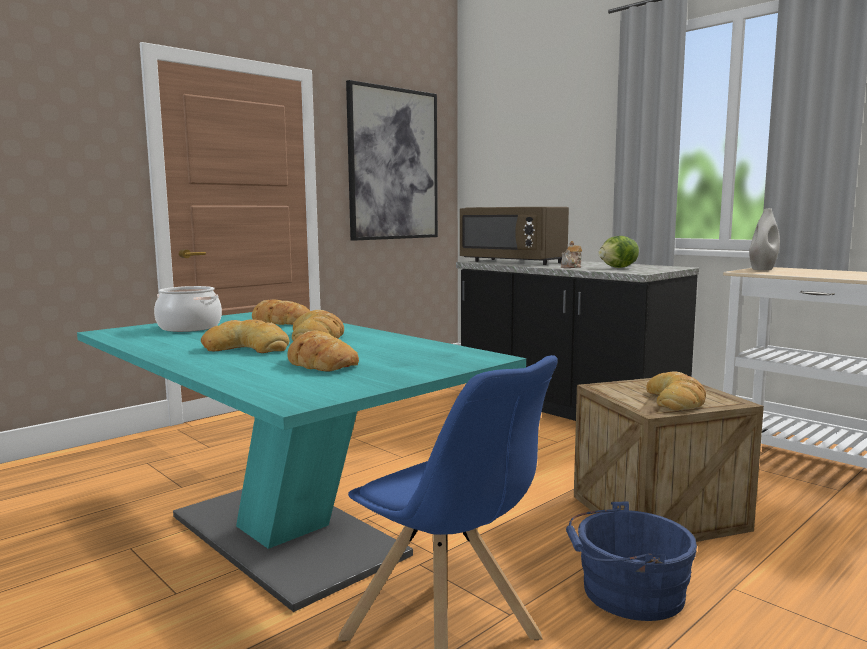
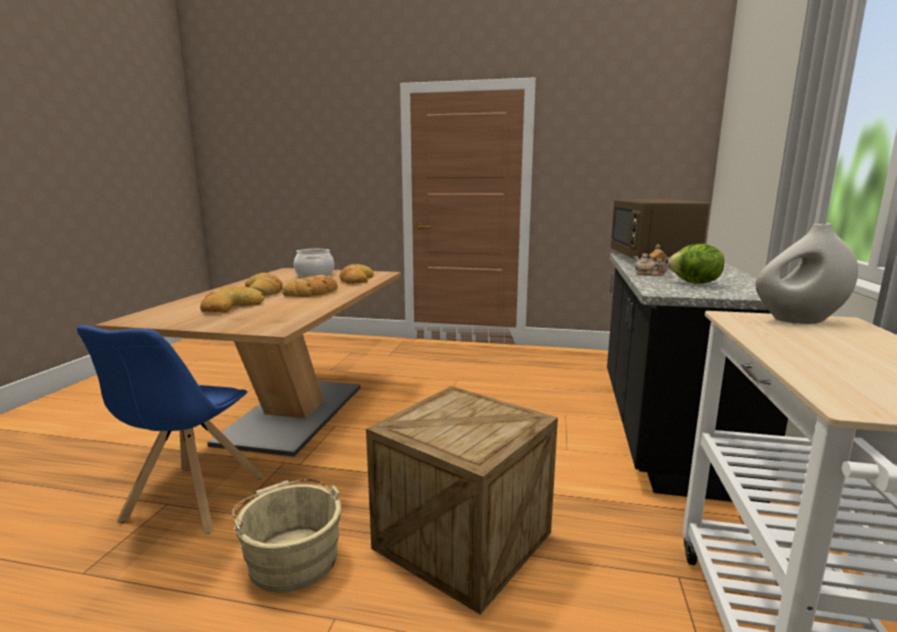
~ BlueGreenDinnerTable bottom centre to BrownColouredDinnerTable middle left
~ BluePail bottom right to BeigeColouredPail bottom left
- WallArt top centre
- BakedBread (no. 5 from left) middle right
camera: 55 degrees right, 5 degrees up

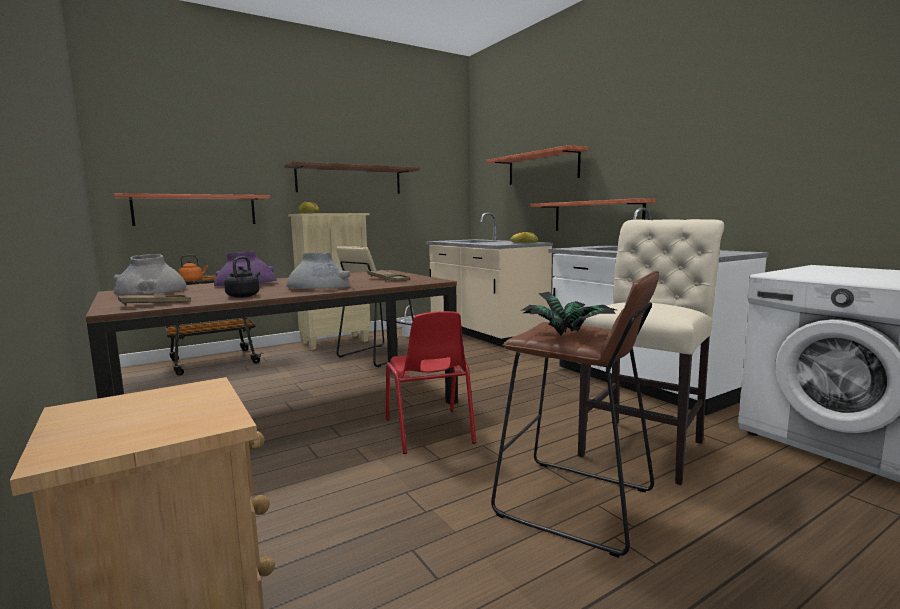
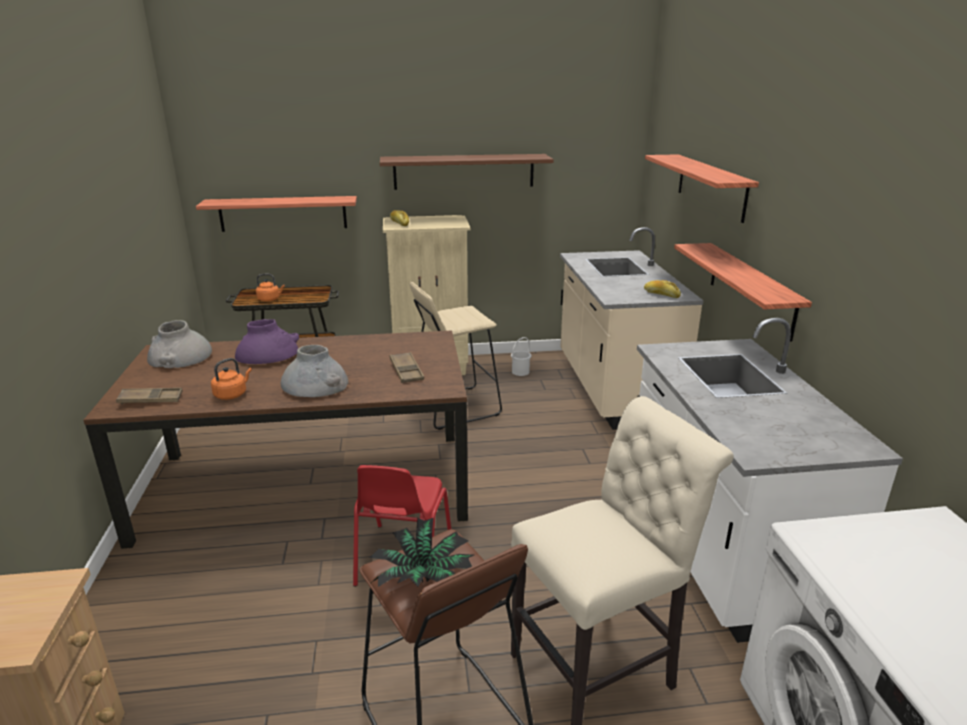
~ BlackColouredWaterKettle middle left to OrangeyWaterKettle (no. 1 from left) middle left
camera: 25 degrees right, 15 degrees up

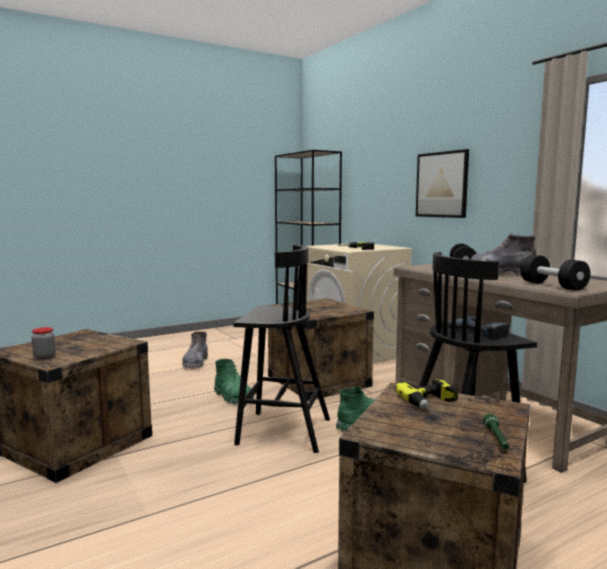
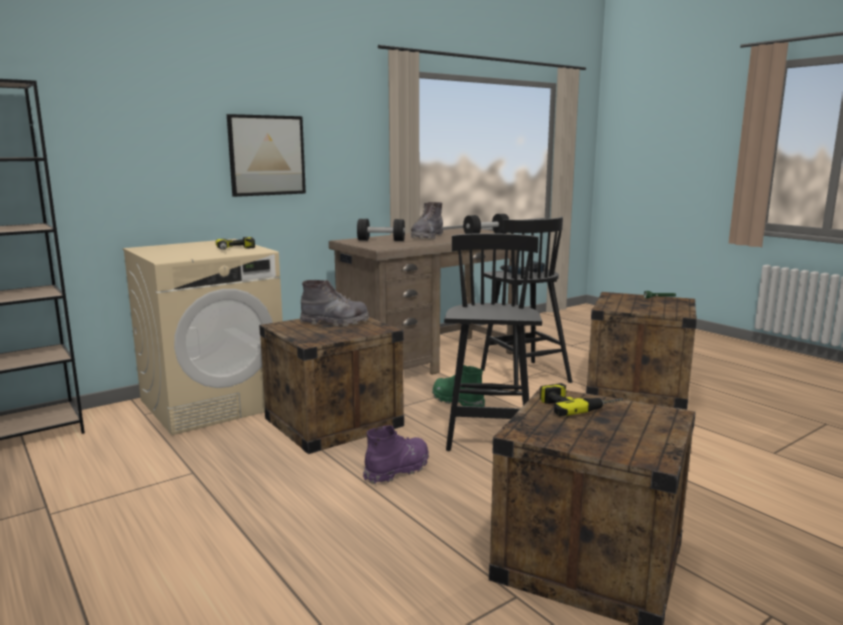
~ GreyTallBoot (no. 1 from left) middle left to centre
~ GreenTallBoot (no. 1 from left) bottom centre to PurplishTallBoot bottom centre
~ PowerDrill (no. 2 from left in the first image) bottom right to PowerDrill (no. 3 from left) middle right
- PreserveJar middle left
camera: 95 degrees left, 5 degrees up

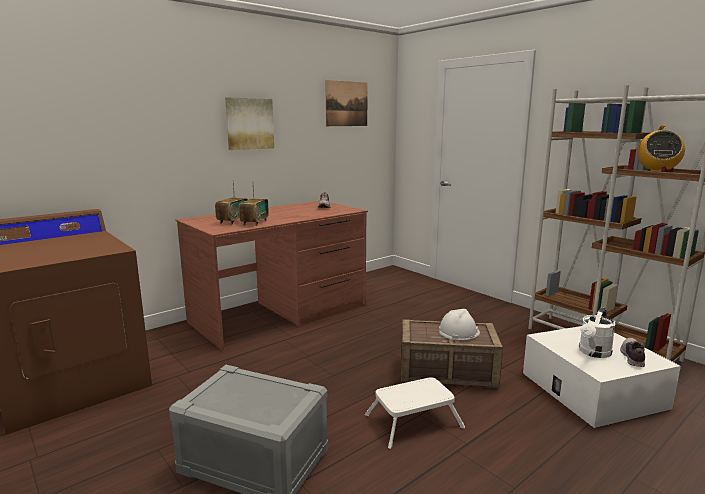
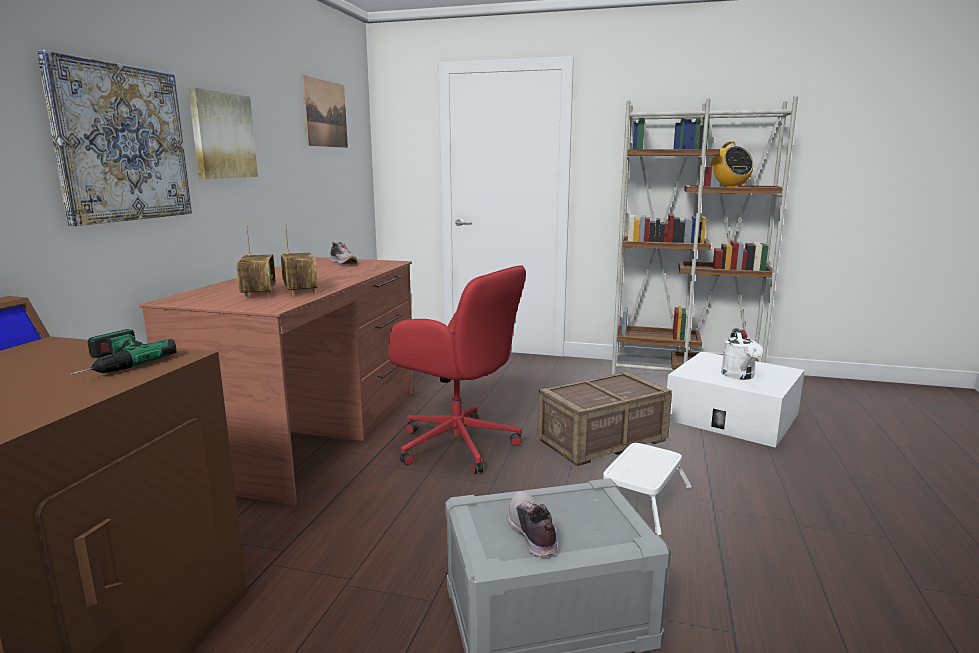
+ WallArt (no. 1 from left) top left
+ PowerDrill middle left
+ RedColouredDeskChair centre
~ LowShoe (no. 2 from left) bottom right to bottom centre
- WhiteColouredSafetyHelmet centre
camera: 35 degrees left, 0 degrees up

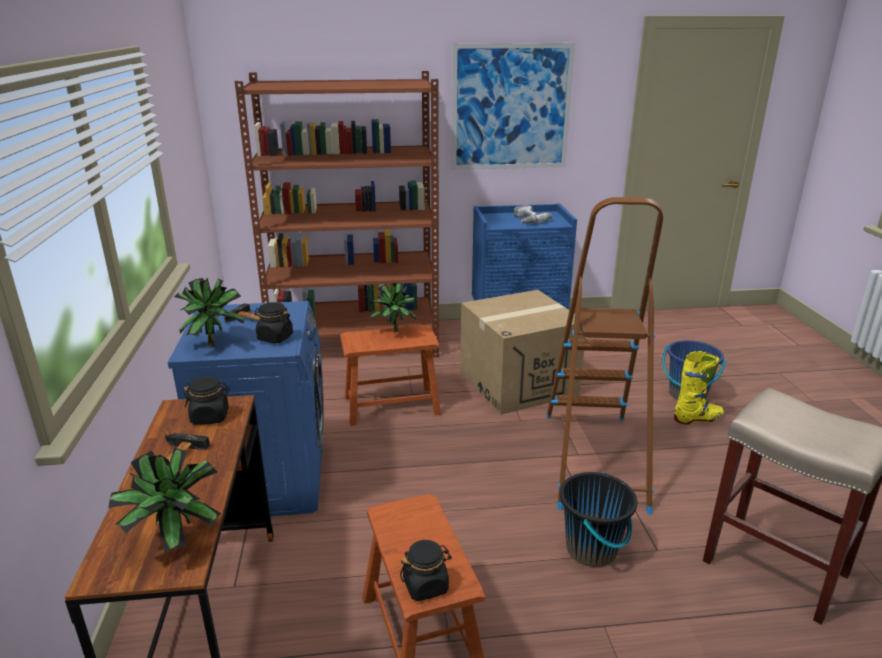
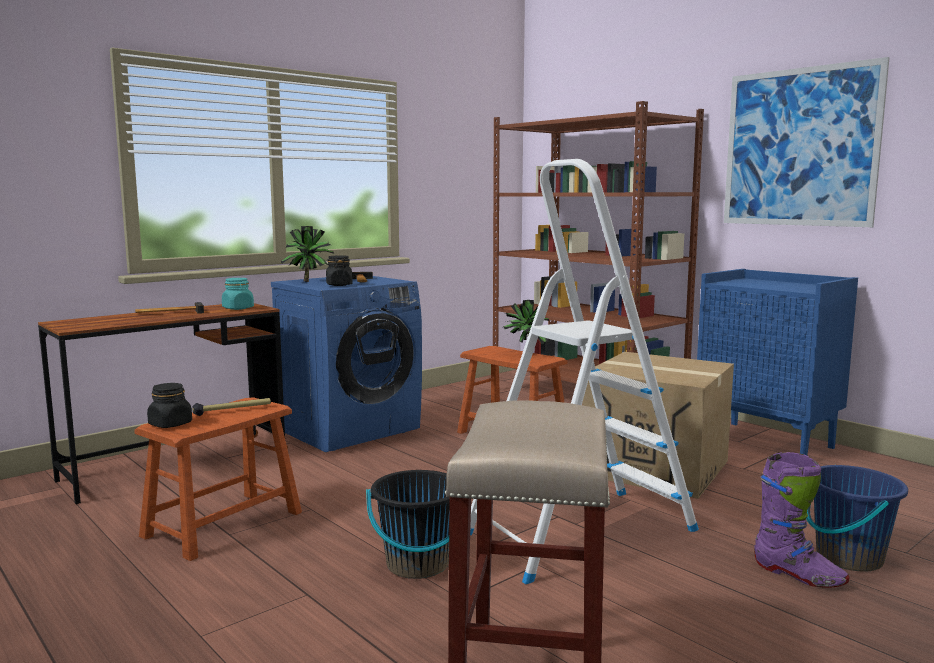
+ ToolHammer (no. 2 from left) middle left
~ BlackColouredPreserveJar (no. 1 from left) middle left to BlueGreenPreserveJar middle left
~ BrownColouredStepStool middle right to WhiteColouredStepStool centre
~ YellowColouredTallBoot middle right to PurplishTallBoot bottom right
- PottedPlant (no. 1 from left) bottom left
- PowerDrill top centre
camera: 55 degrees right, 15 degrees down

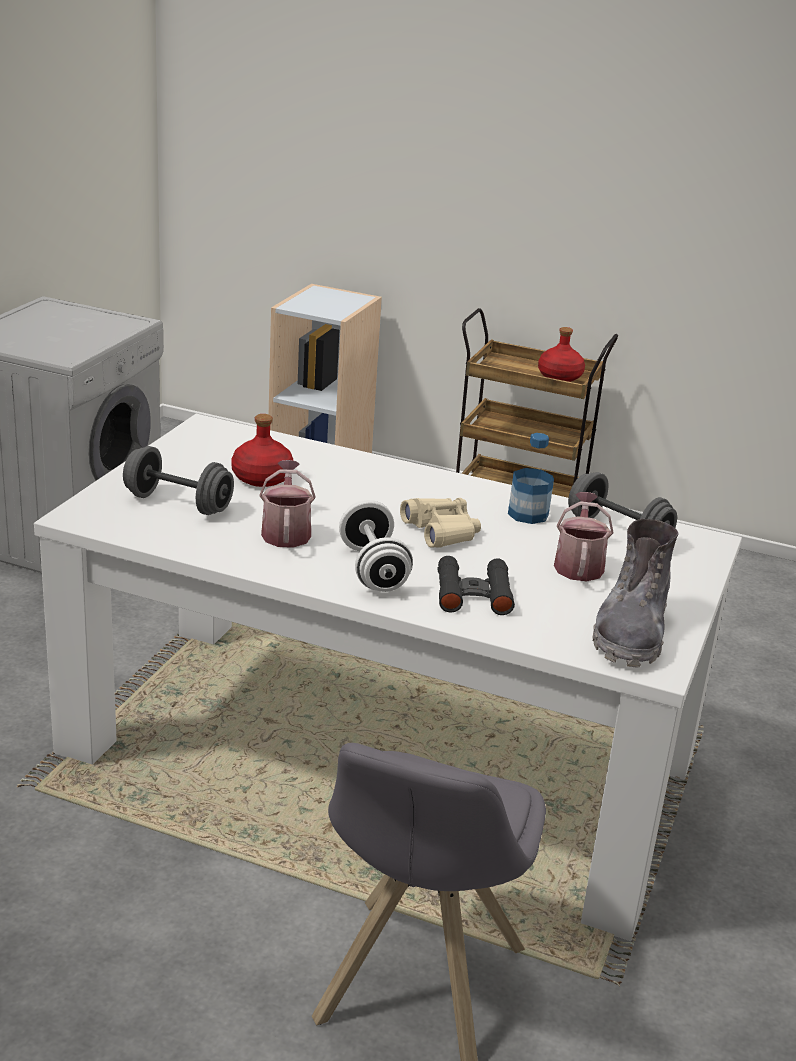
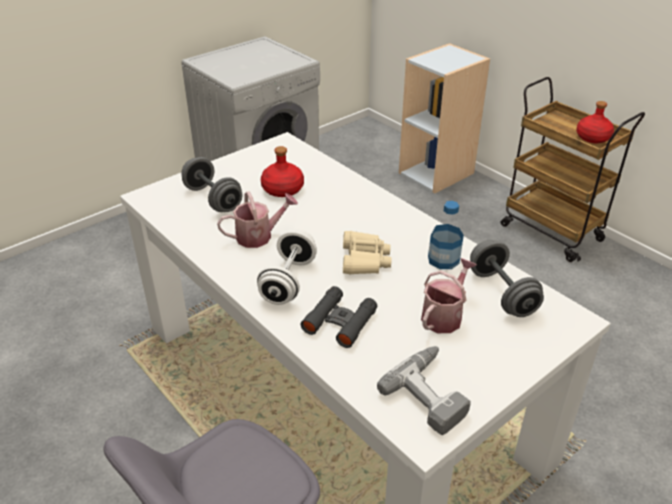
~ WateringCan (no. 1 from left) centre = centre 45 degrees clockwise
~ GreyTallBoot middle right to PowerDrill bottom centre
camera: 30 degrees right, 10 degrees up

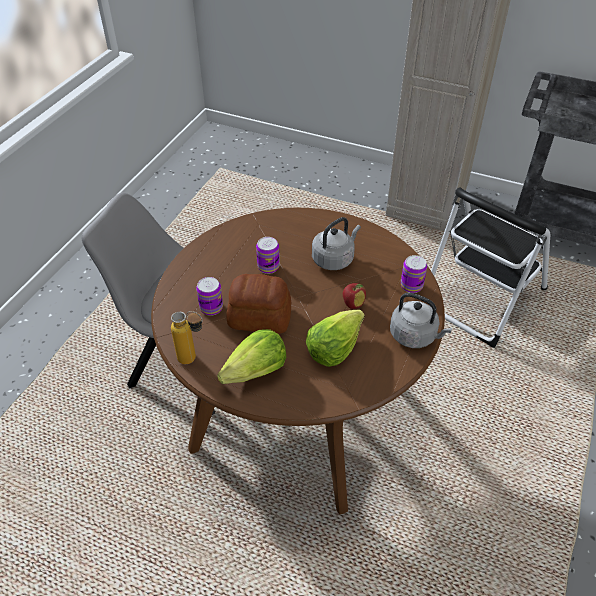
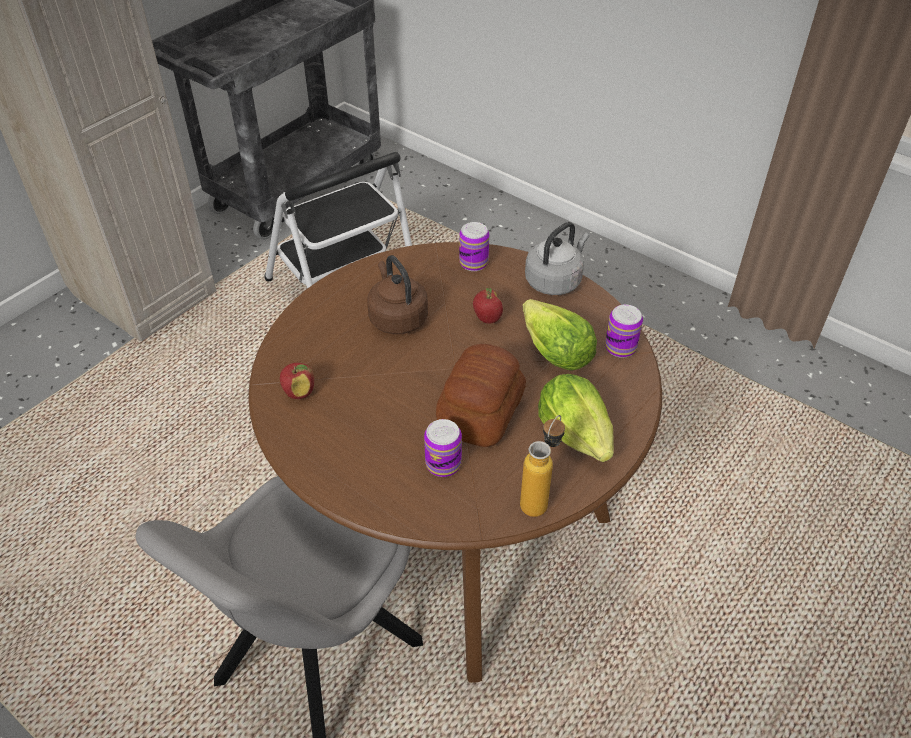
+ AppleFruit (no. 1 from left) middle left
~ GreyWaterKettle (no. 1 from left) centre to BrownColouredWaterKettle centre
~ Can (no. 2 from left in the first image) centre to Can (no. 3 from left) middle right
camera: 75 degrees left, 0 degrees up

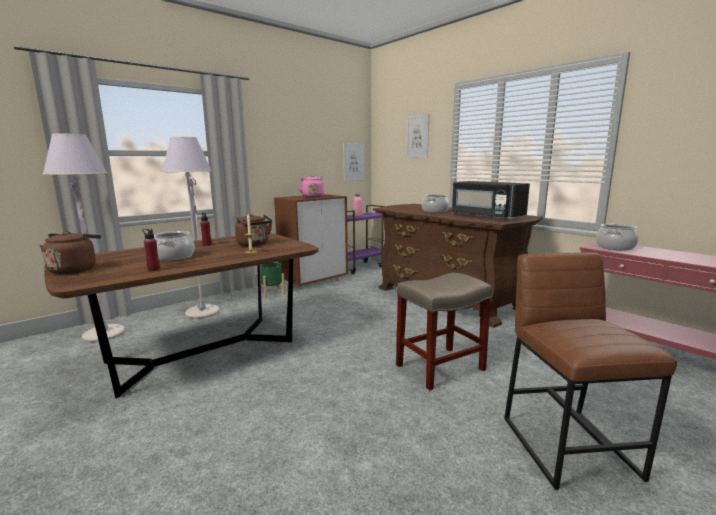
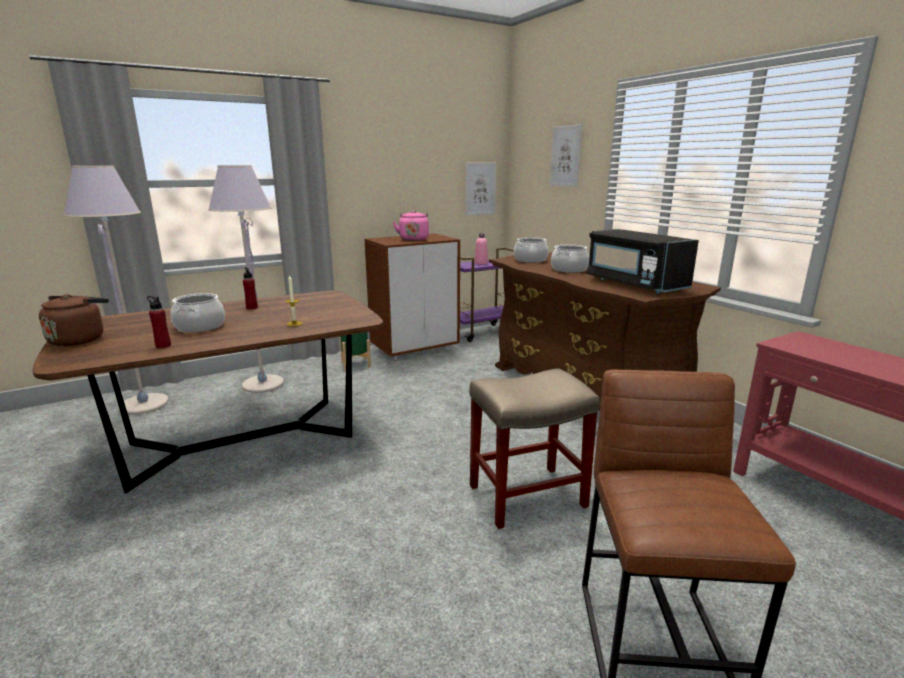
~ Stockpot (no. 3 from left in the first image) middle right to Stockpot (no. 2 from left) centre
- BrownColouredWaterKettle (no. 2 from left) centre
camera: 10 degrees right, 5 degrees up

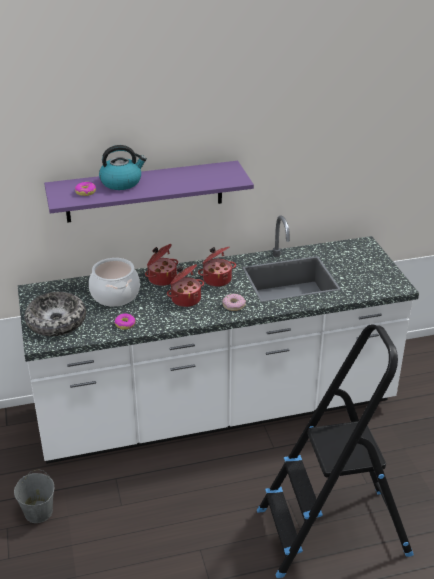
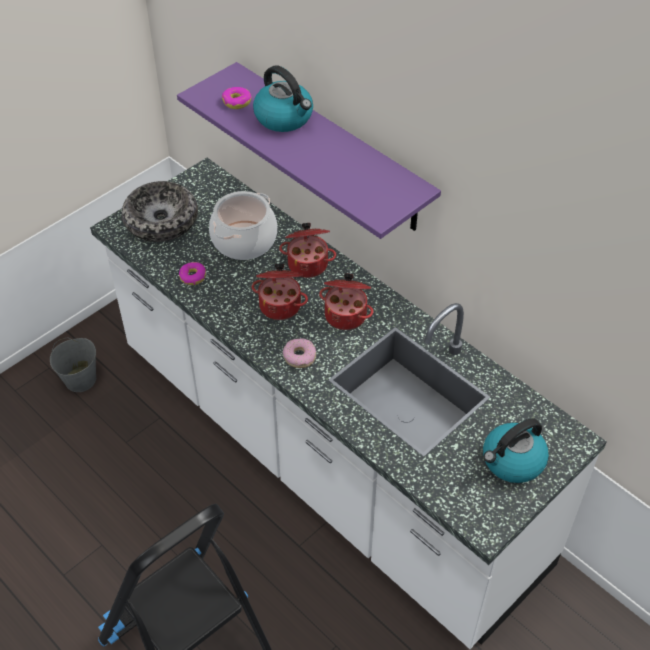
+ WaterKettle (no. 2 from left) bottom right
camera: 60 degrees right, 15 degrees up

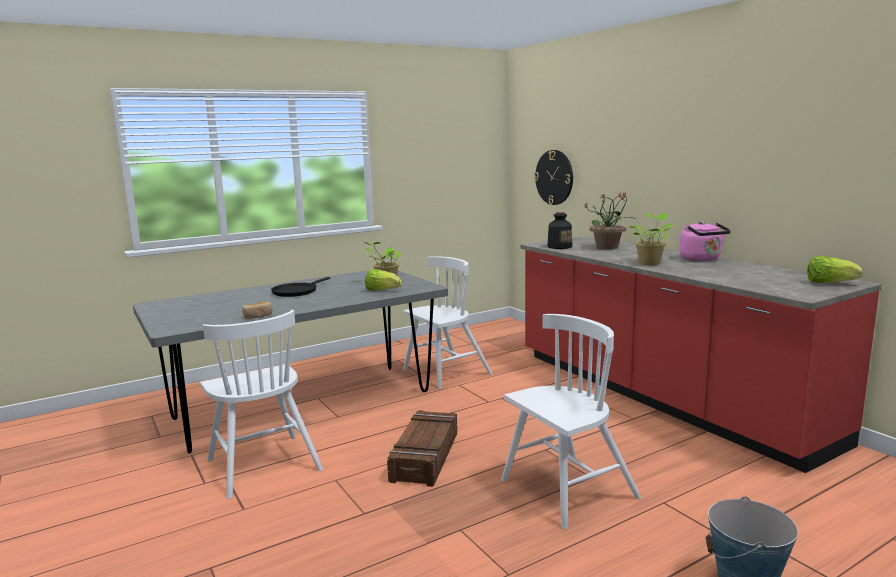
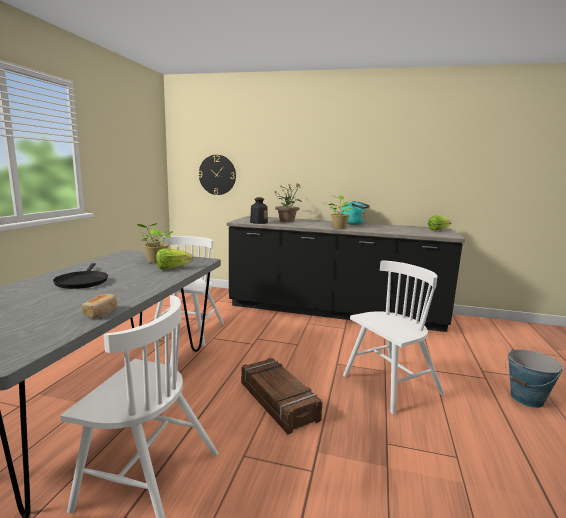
~ RedColouredKitchenBaseUnit middle right to BlackColouredKitchenBaseUnit centre
~ PinkWaterKettle middle right to BlueGreenWaterKettle centre
~ WhiteColouredUprightChair (no. 3 from left) bottom centre = middle right 45 degrees clockwise
camera: 45 degrees left, 0 degrees up

